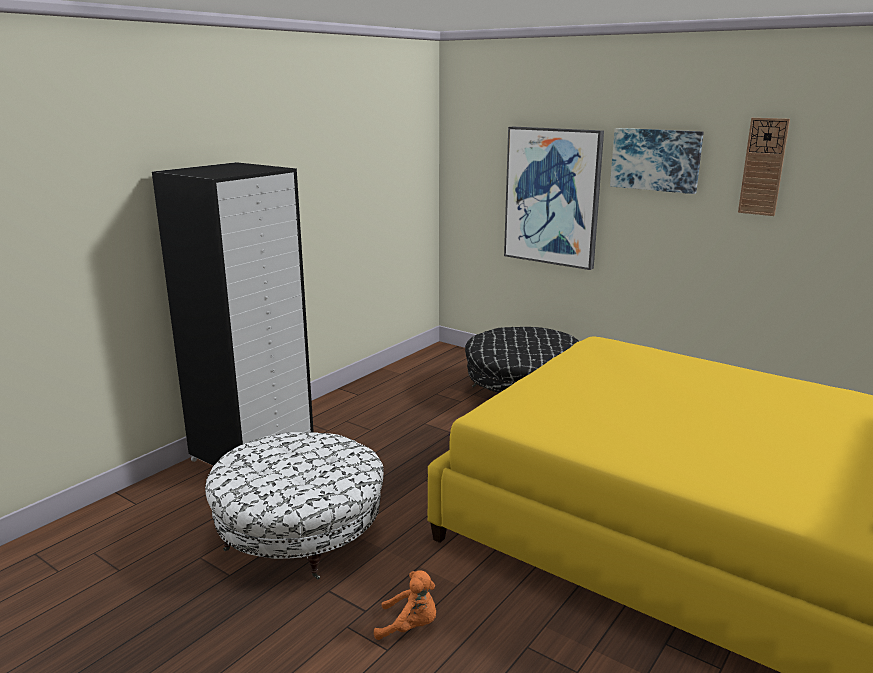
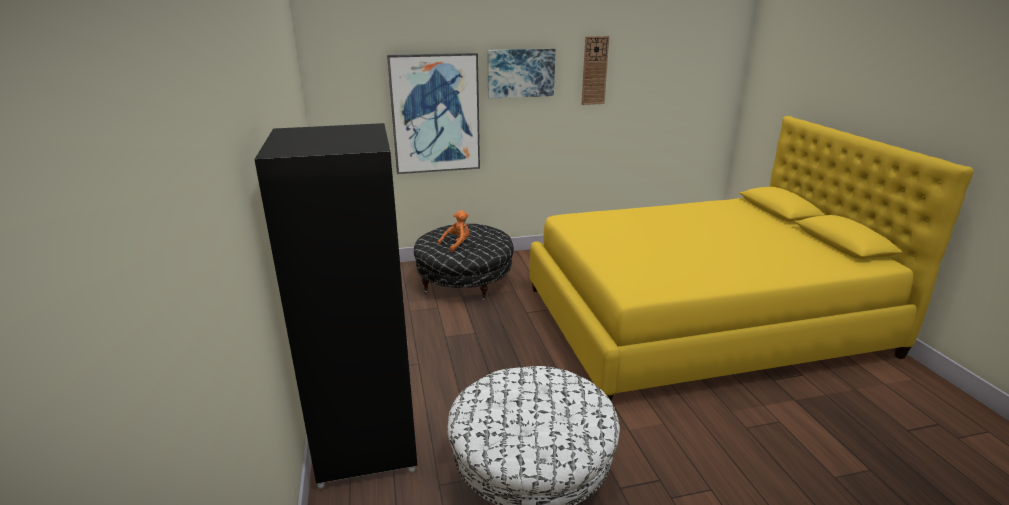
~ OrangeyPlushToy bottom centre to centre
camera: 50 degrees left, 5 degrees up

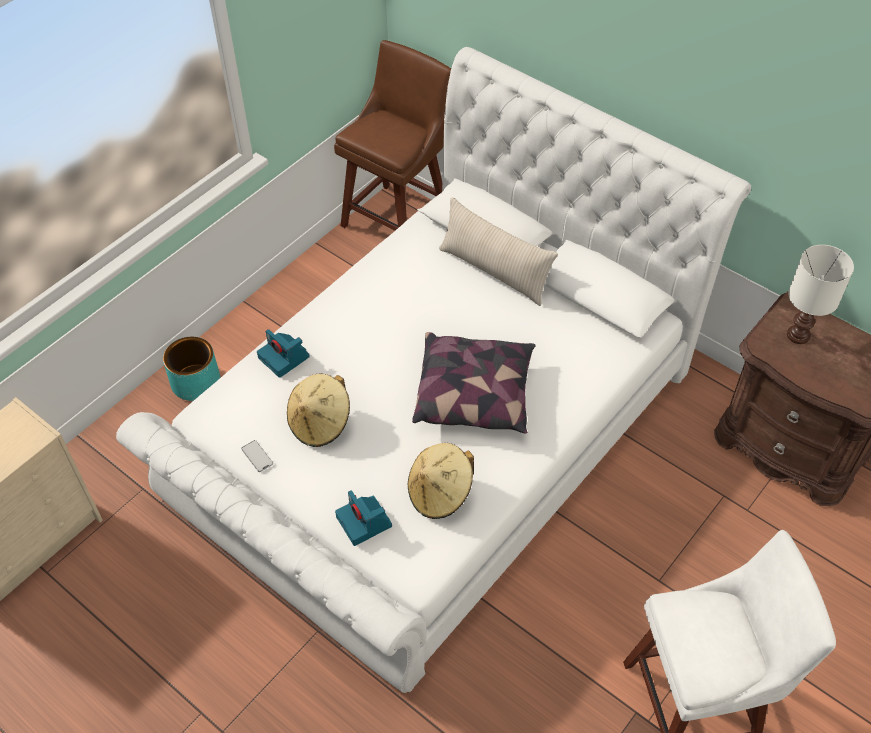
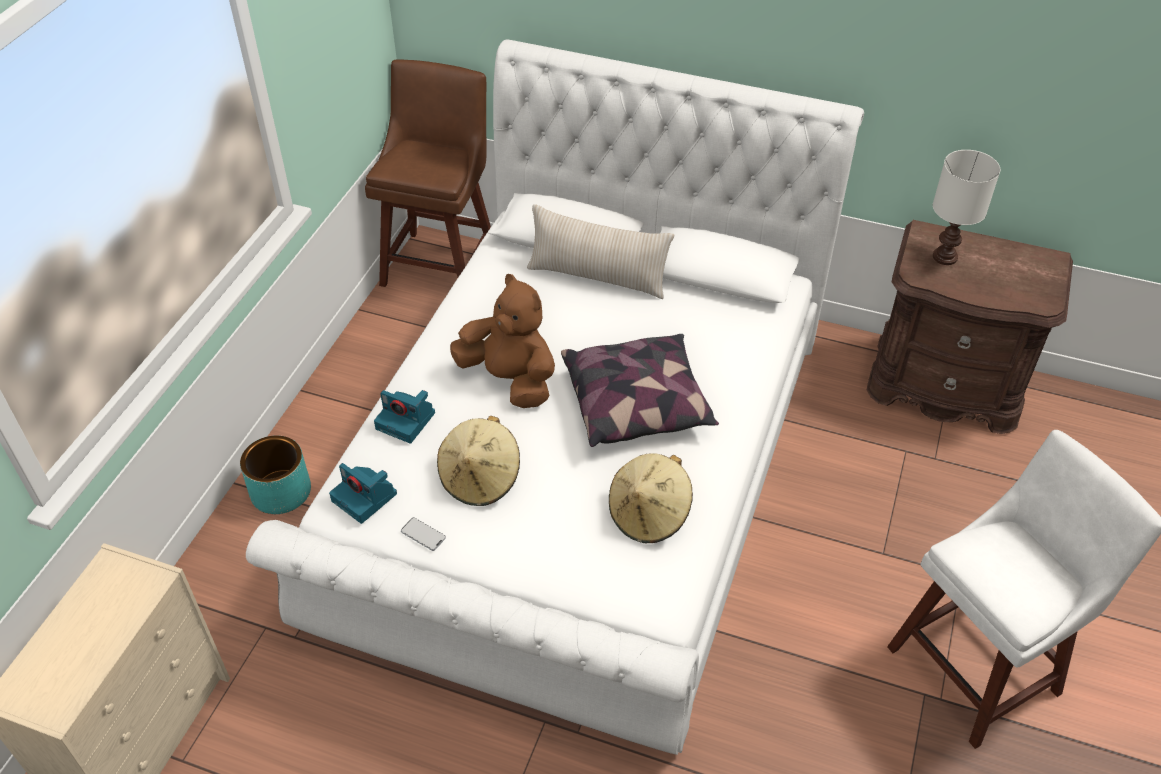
~ PhotoCamera (no. 2 from left in the first image) bottom centre to PhotoCamera (no. 1 from left) middle left
+ BrownColouredPlushToy centre
camera: 20 degrees left, 5 degrees down

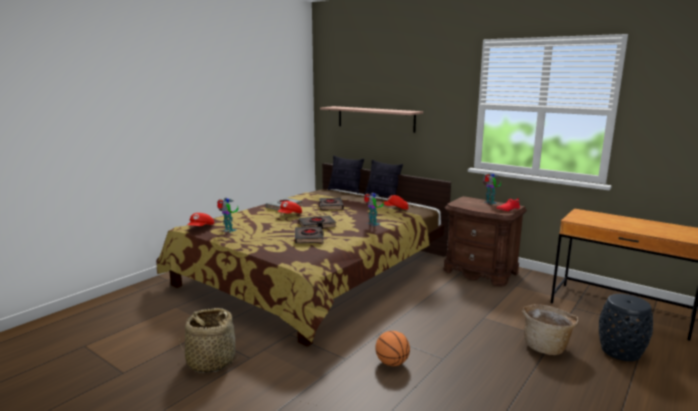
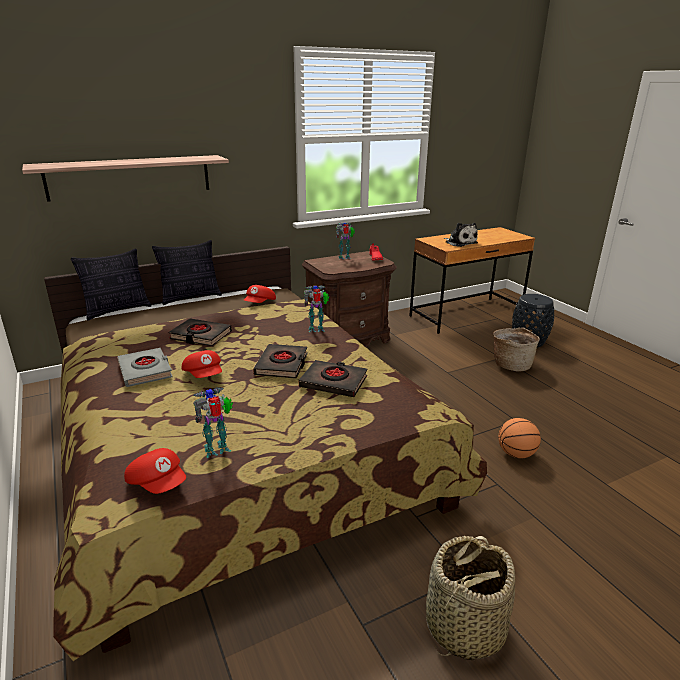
+ PlushToy middle right
camera: 65 degrees left, 10 degrees up

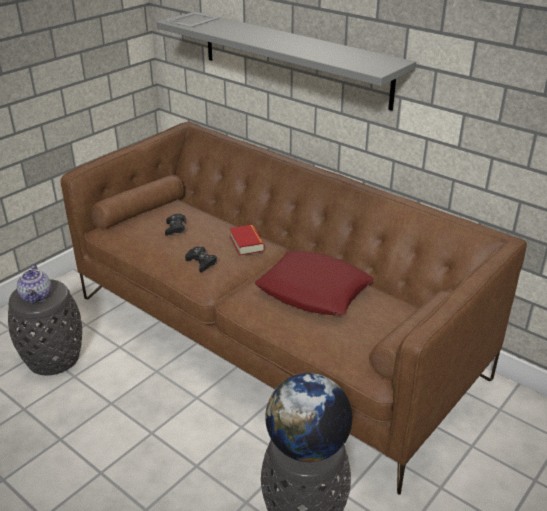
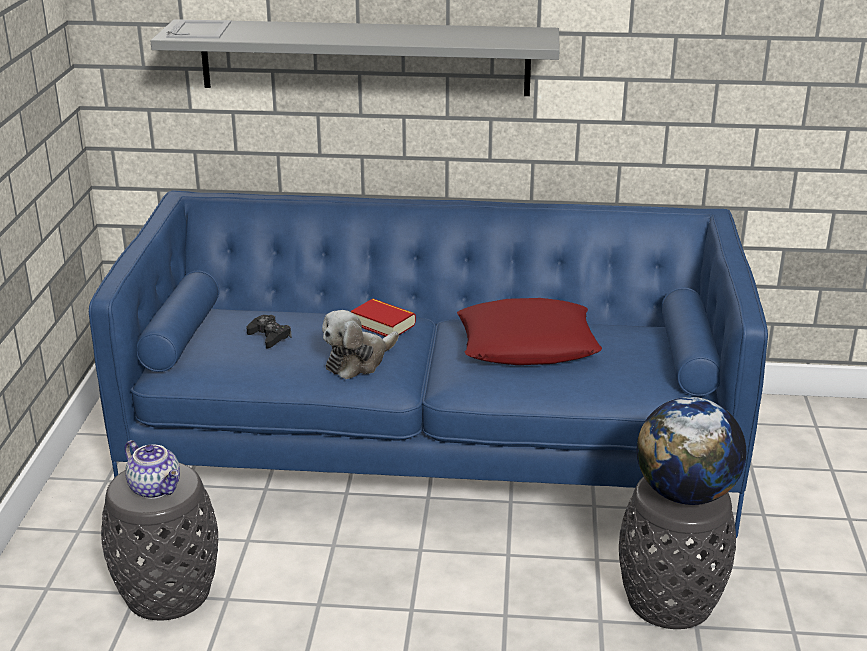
~ BrownColouredSettee centre to BlueSettee centre
~ BlackColouredGameController (no. 2 from left) centre to PlushToy centre
camera: 35 degrees left, 5 degrees down

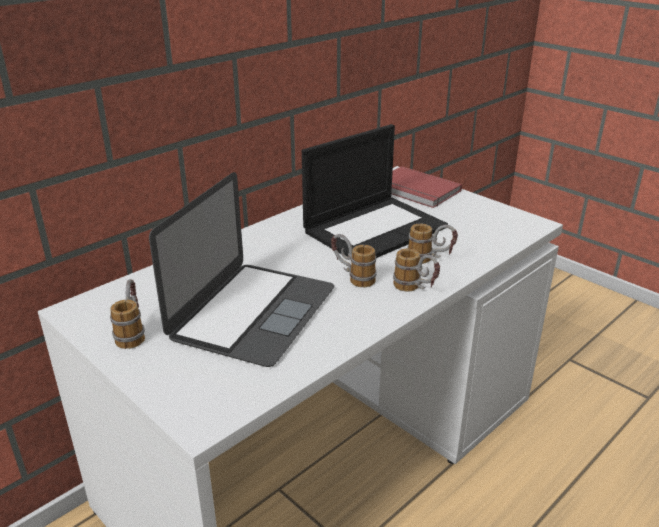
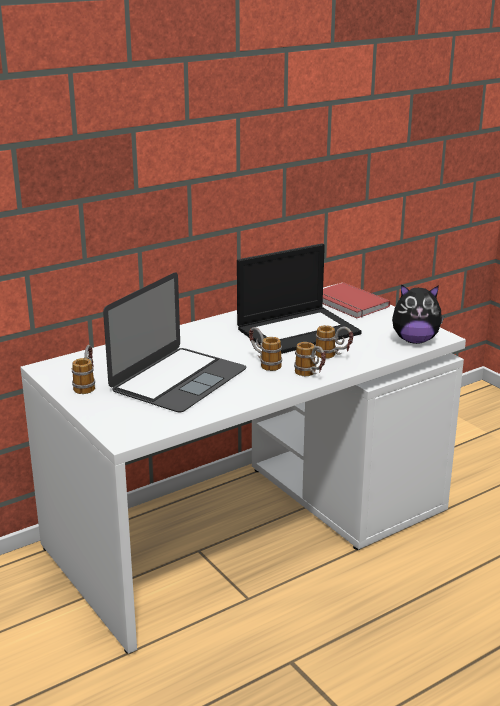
+ PlushToy middle right
camera: 10 degrees right, 5 degrees down

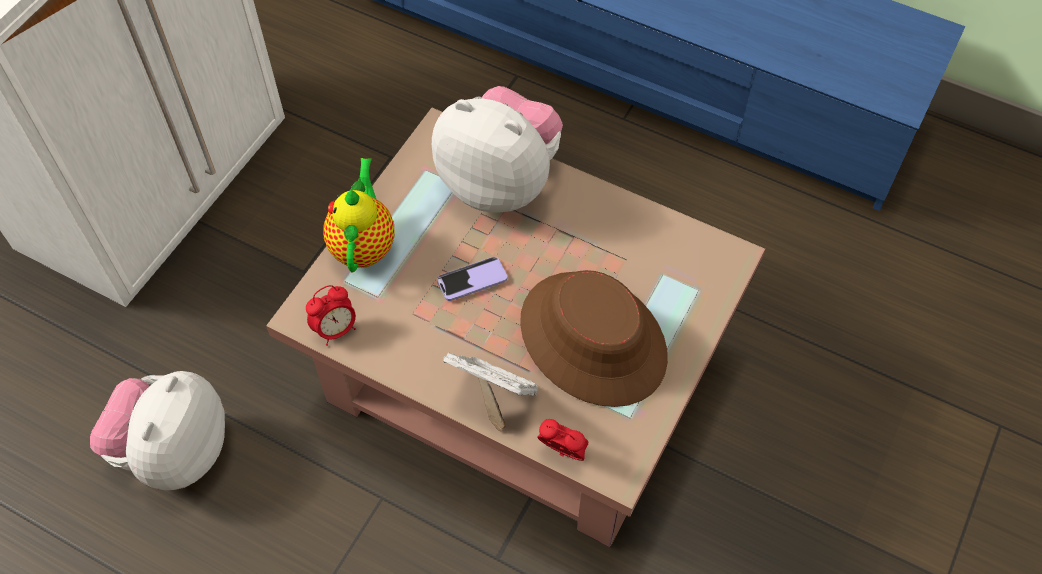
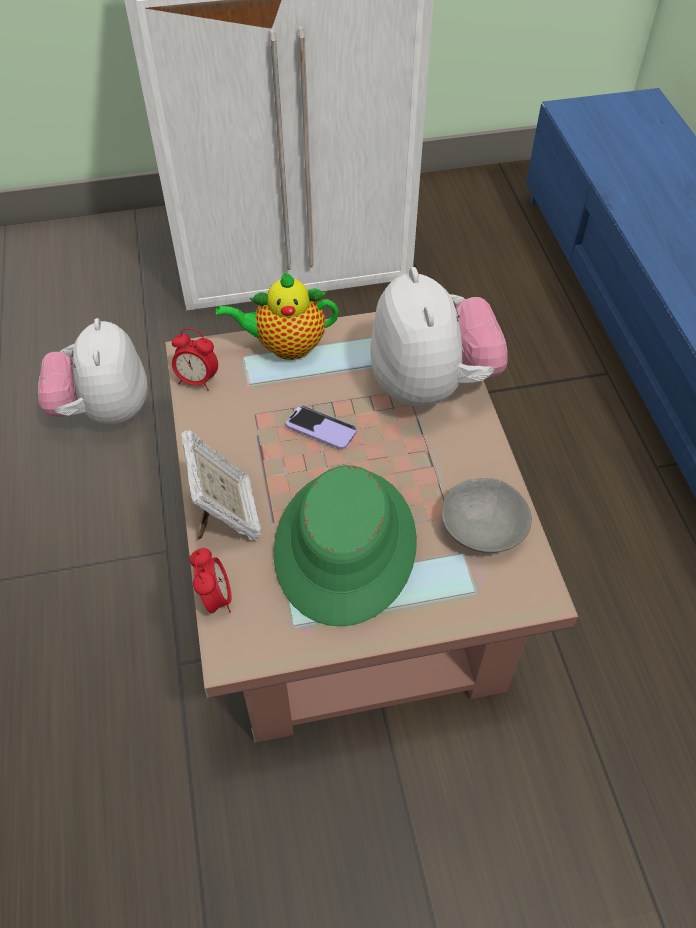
~ PlushToy (no. 1 from left) bottom left = middle left 75 degrees counterclockwise
~ TeaPot centre = centre 150 degrees counterclockwise
~ BrownColouredHat centre to GreenHat centre
+ GreyBowl middle right
camera: 50 degrees right, 5 degrees down

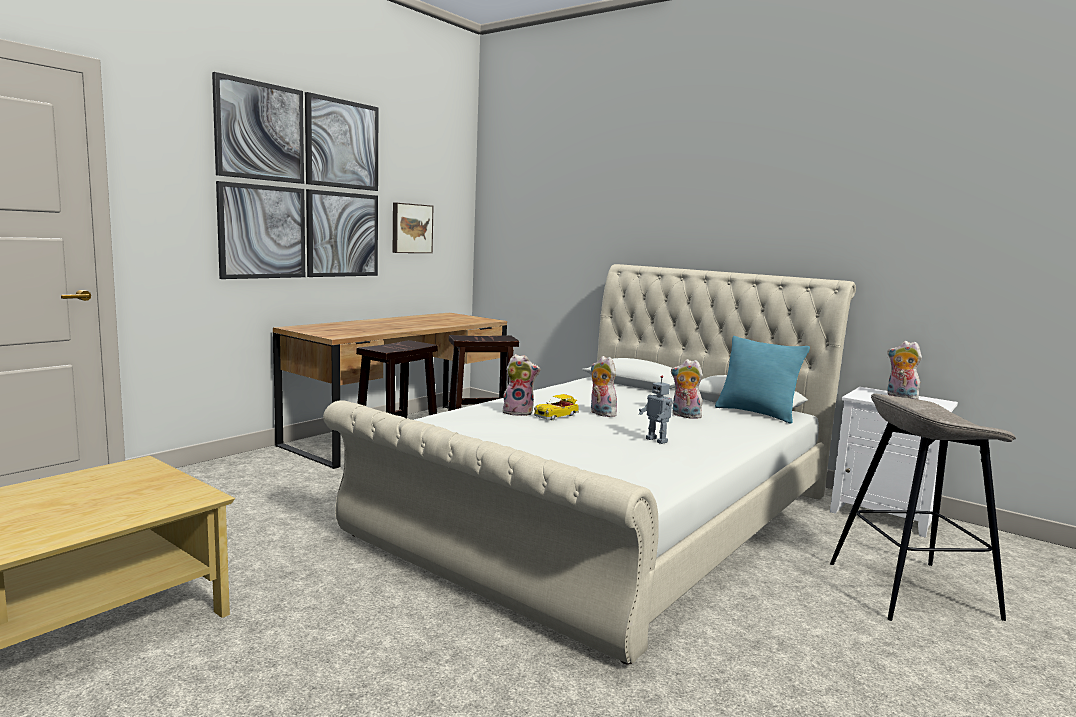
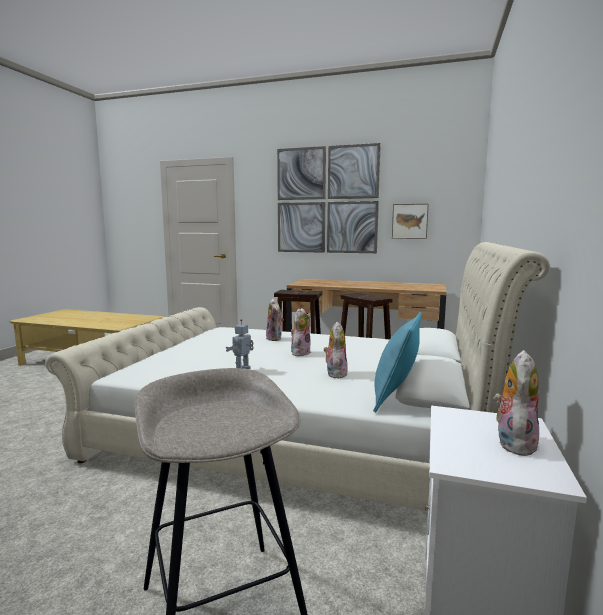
- MiniatureCar centre
camera: 70 degrees right, 0 degrees up

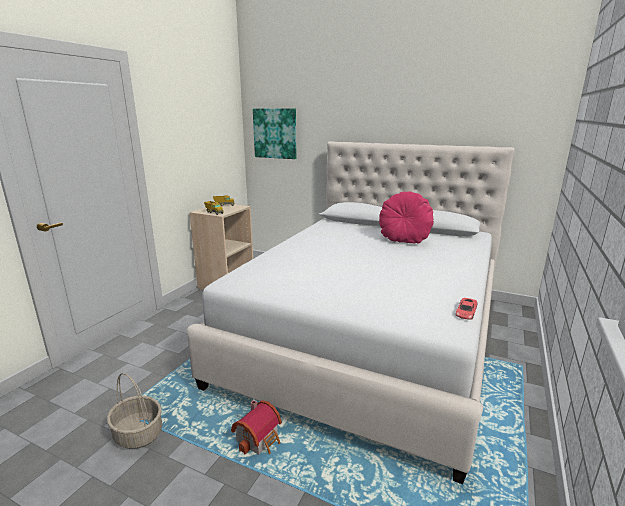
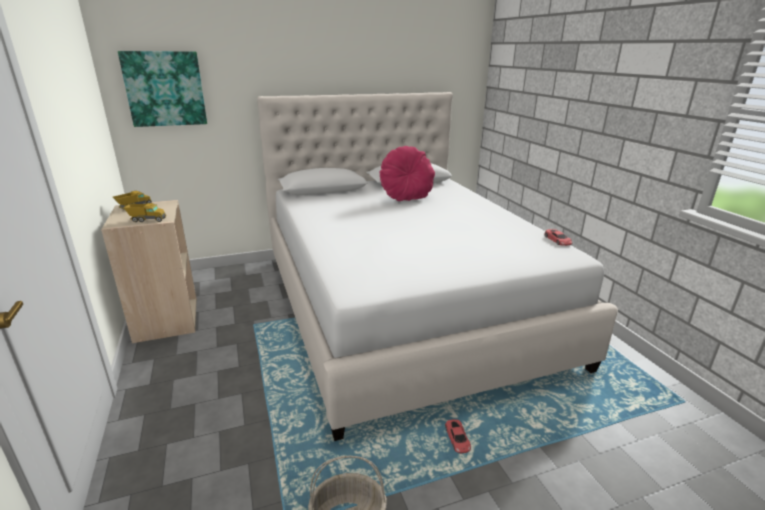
~ ModelHouse bottom centre to RedColouredMiniatureCar (no. 1 from left) bottom centre
camera: 45 degrees left, 5 degrees up

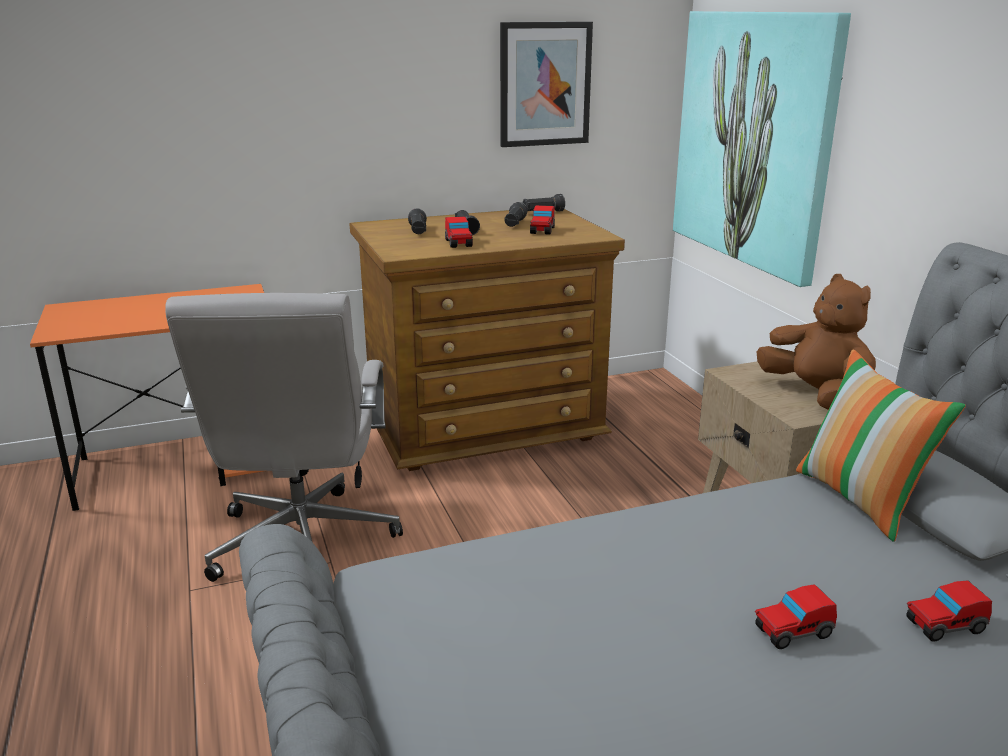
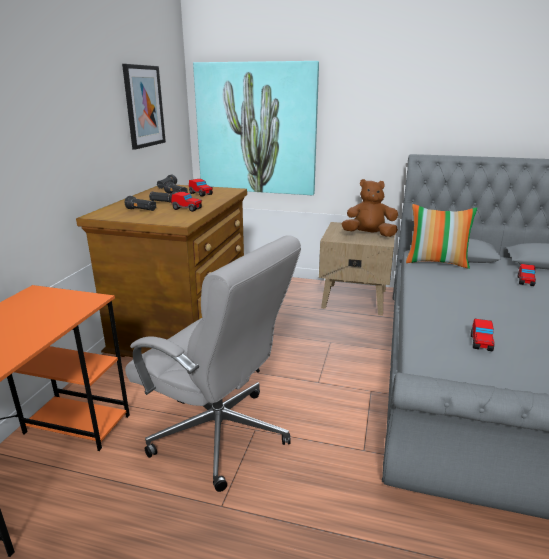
~ MiniatureCar (no. 3 from left) bottom right to middle right
camera: 55 degrees left, 0 degrees up

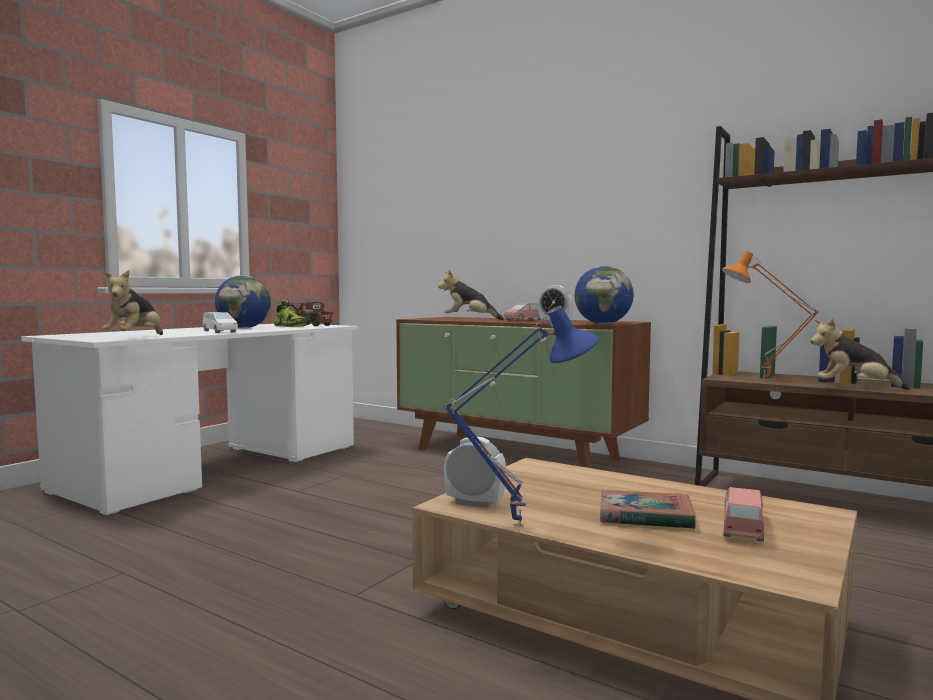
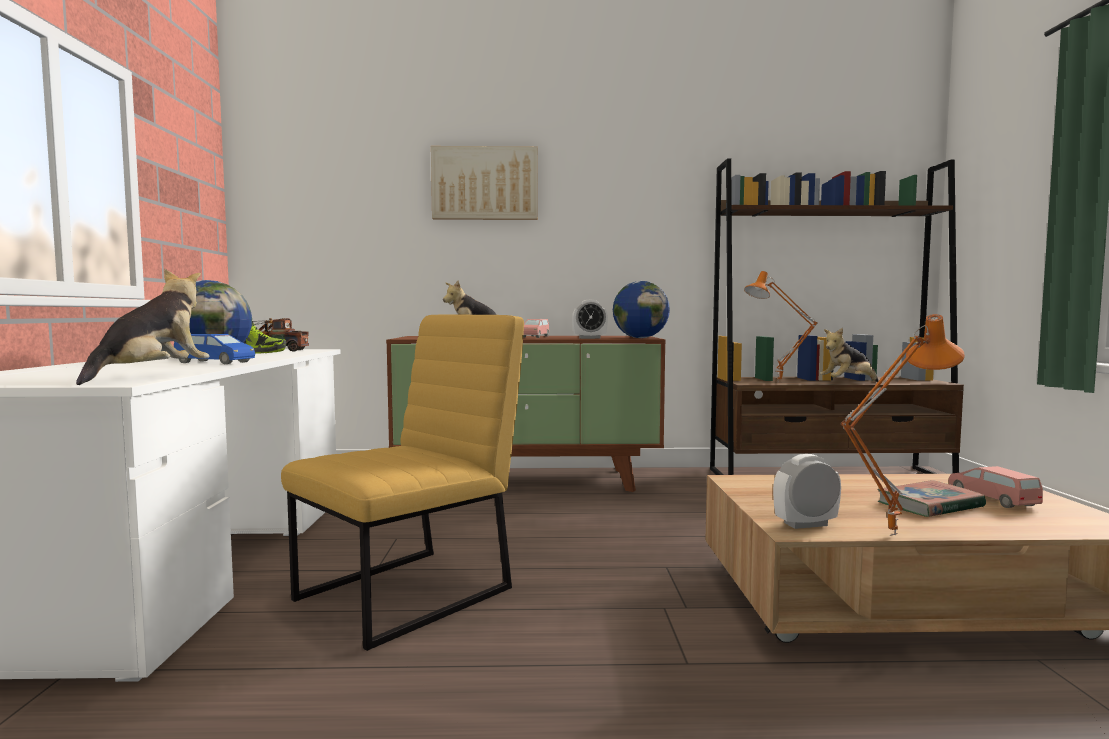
~ PlushToy (no. 1 from left) middle left = middle left 135 degrees counterclockwise
~ WhiteColouredMiniatureCar middle left to BlueMiniatureCar middle left
+ YellowColouredUprightChair centre
+ WallArt top centre
~ BlueTableLamp centre to OrangeyTableLamp (no. 2 from left) middle right
camera: 35 degrees left, 0 degrees up

